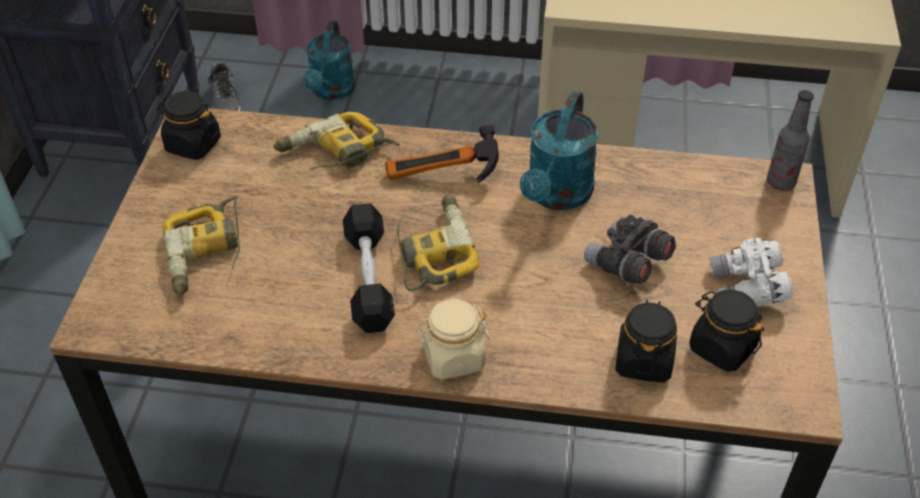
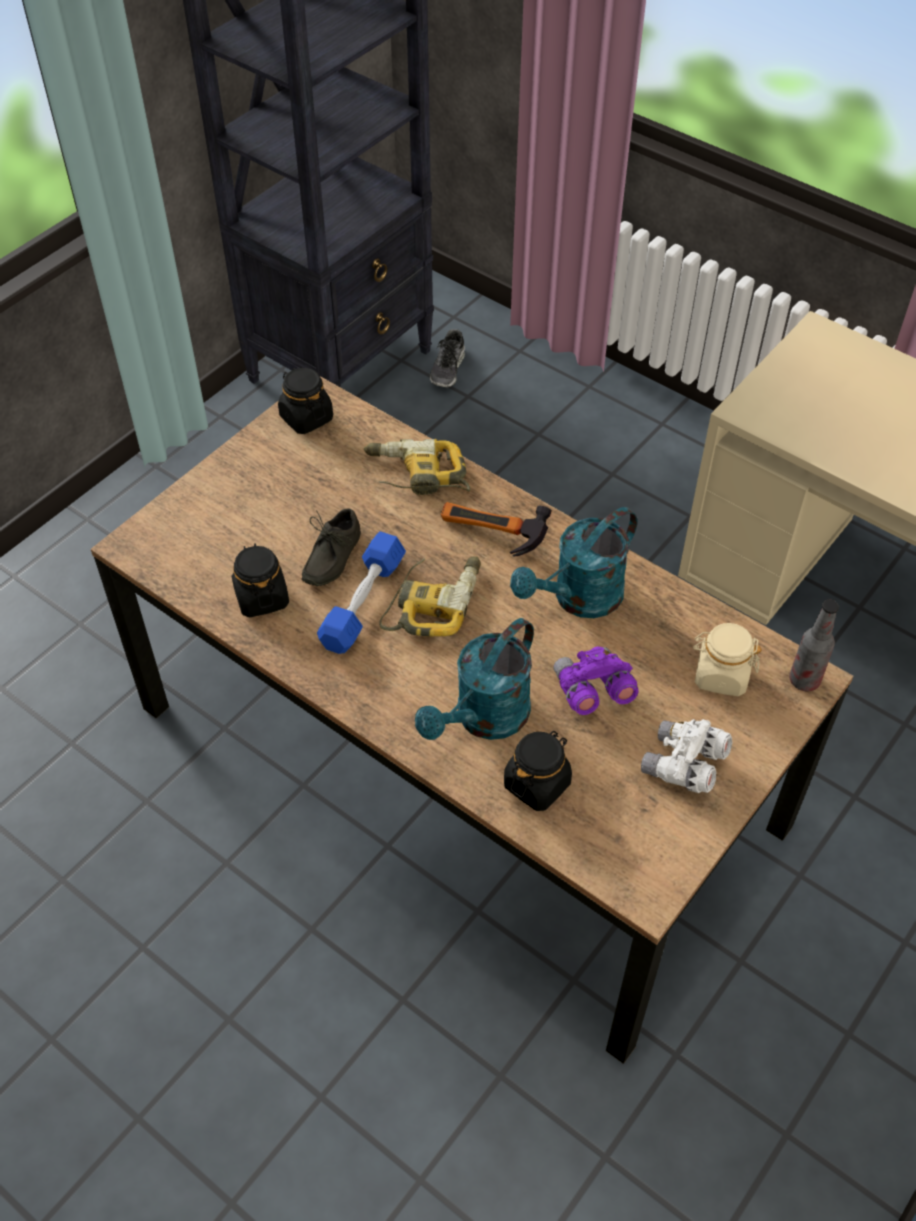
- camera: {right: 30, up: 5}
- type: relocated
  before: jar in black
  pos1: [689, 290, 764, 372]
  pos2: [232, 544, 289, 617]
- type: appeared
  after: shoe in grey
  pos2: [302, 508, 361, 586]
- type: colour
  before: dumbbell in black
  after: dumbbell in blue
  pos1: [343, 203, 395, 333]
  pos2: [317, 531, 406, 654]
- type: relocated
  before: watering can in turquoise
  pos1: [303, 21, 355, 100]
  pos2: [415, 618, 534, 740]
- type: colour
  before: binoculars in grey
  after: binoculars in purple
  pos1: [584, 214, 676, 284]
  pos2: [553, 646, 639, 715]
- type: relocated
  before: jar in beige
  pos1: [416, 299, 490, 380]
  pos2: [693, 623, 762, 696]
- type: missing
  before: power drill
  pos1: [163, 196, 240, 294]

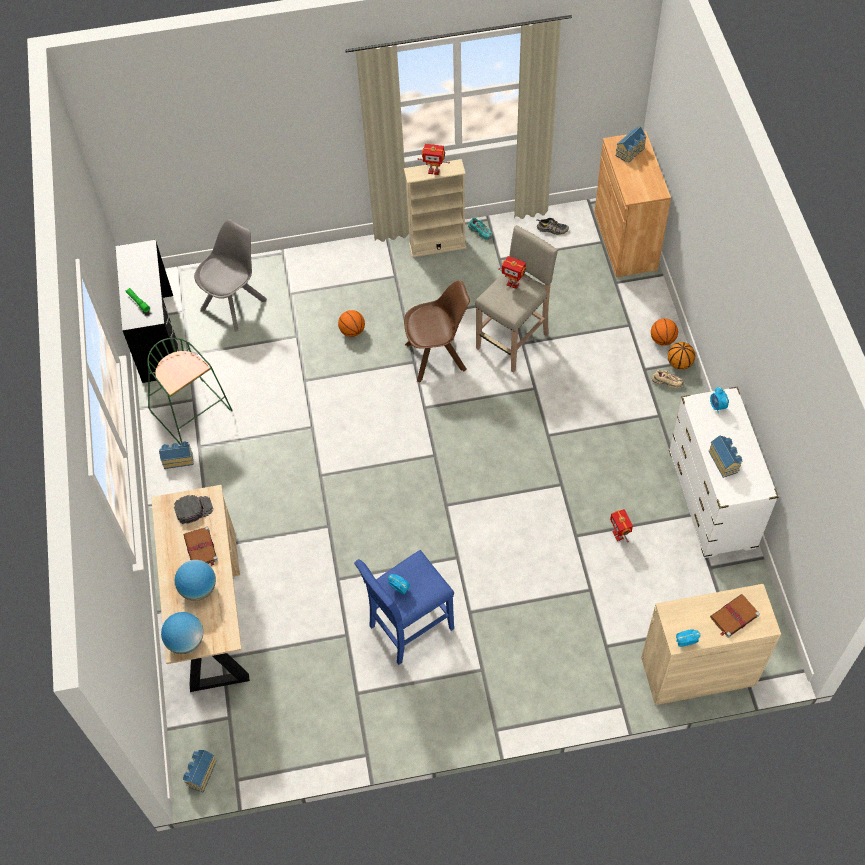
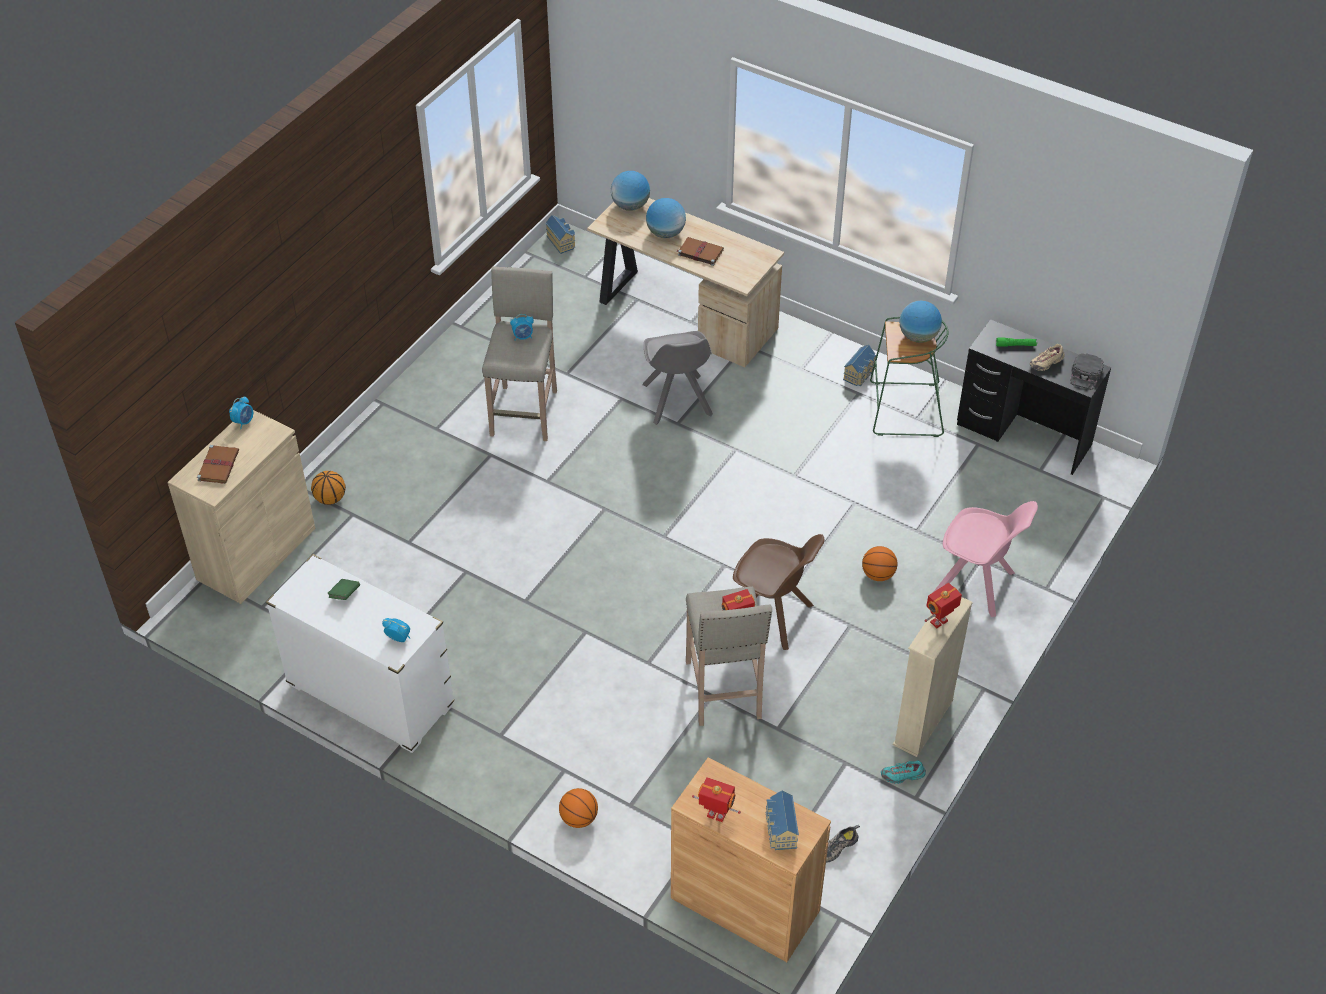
- camera: {right: 130, up: -10}
- type: relocated
  before: basketball
  pos1: [668, 342, 695, 370]
  pos2: [311, 471, 346, 505]
- type: exchanged
  before: toy house
  after: book in green
  pos1: [709, 435, 743, 478]
  pos2: [327, 579, 360, 600]
- type: colour
  before: stool in blue
  after: stool in beige
  pos1: [354, 550, 454, 665]
  pos2: [482, 266, 557, 441]
- type: relocated
  before: chair in grey
  pos1: [194, 219, 267, 332]
  pos2: [642, 331, 713, 425]
- type: relocated
  before: toy robot
  pos1: [610, 509, 633, 543]
  pos2: [692, 777, 741, 822]
- type: spun
  before: chair in brown
  pos1: [404, 280, 470, 382]
  pos2: [733, 534, 824, 650]
  turn: -90
- type: appeared
  after: globe
  pos2: [899, 301, 942, 343]
- type: appeared
  after: chair in pink
  pos2: [934, 501, 1038, 617]
- type: relocated
  before: shoe in beige
  pos1: [652, 370, 684, 388]
  pos2: [1029, 344, 1065, 371]
- type: relocated
  before: cap in black
  pos1: [174, 495, 213, 524]
  pos2: [1070, 353, 1104, 390]

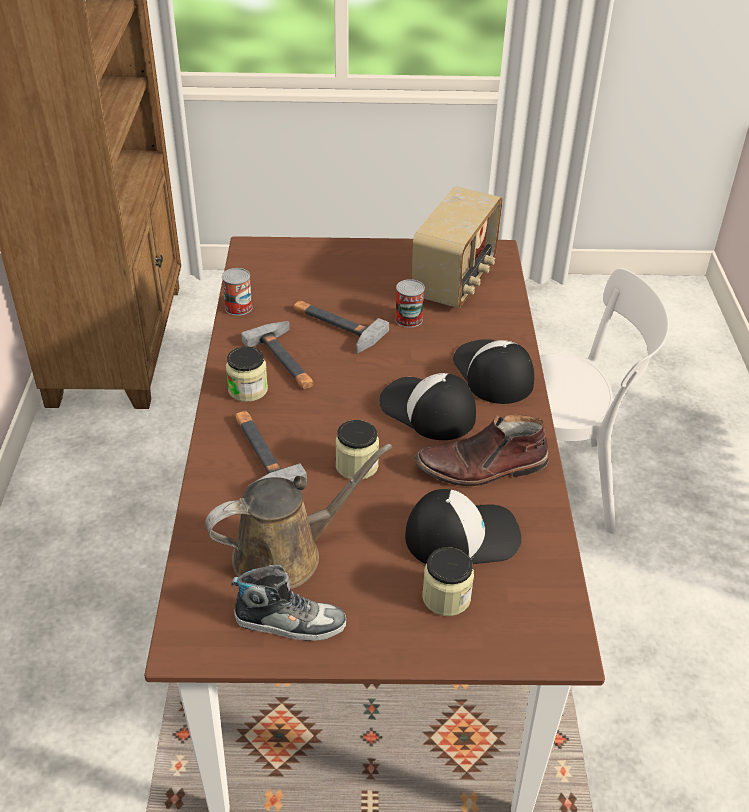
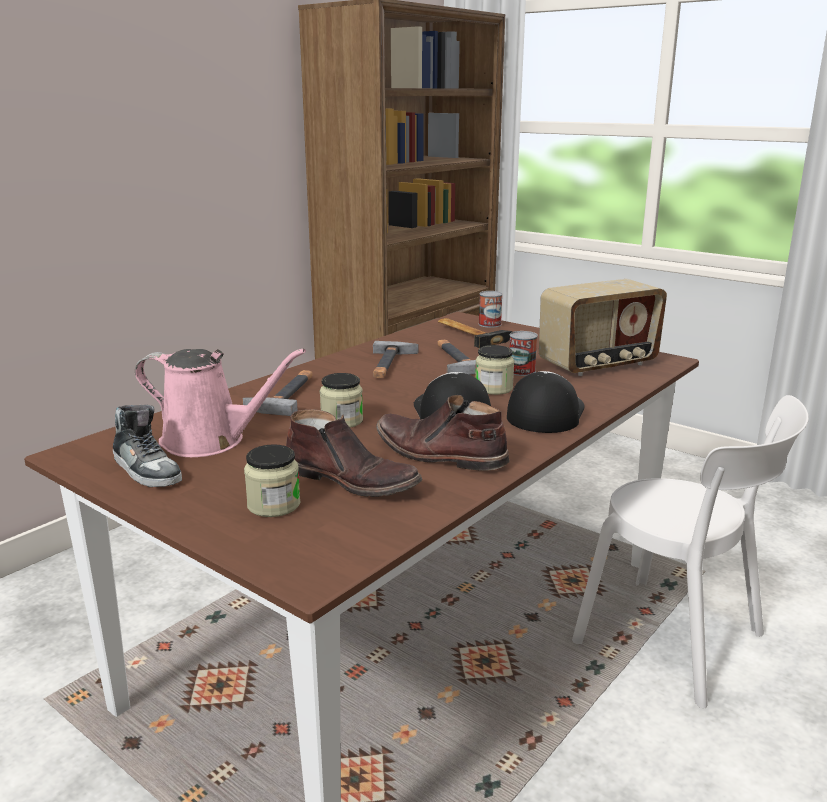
- camera: {right: 40, up: -20}
- type: colour
  before: watering can in brown
  after: watering can in pink
  pos1: [205, 444, 393, 589]
  pos2: [135, 348, 306, 457]
- type: exchanged
  before: cap
  after: boot in brown
  pos1: [405, 489, 521, 564]
  pos2: [286, 409, 422, 497]
- type: appeared
  after: hammer
  pos2: [438, 318, 512, 348]
- type: relocated
  before: jar
  pos1: [226, 346, 268, 402]
  pos2: [475, 345, 514, 395]
- type: relocated
  before: can
  pos1: [222, 268, 253, 316]
  pos2: [479, 291, 503, 328]

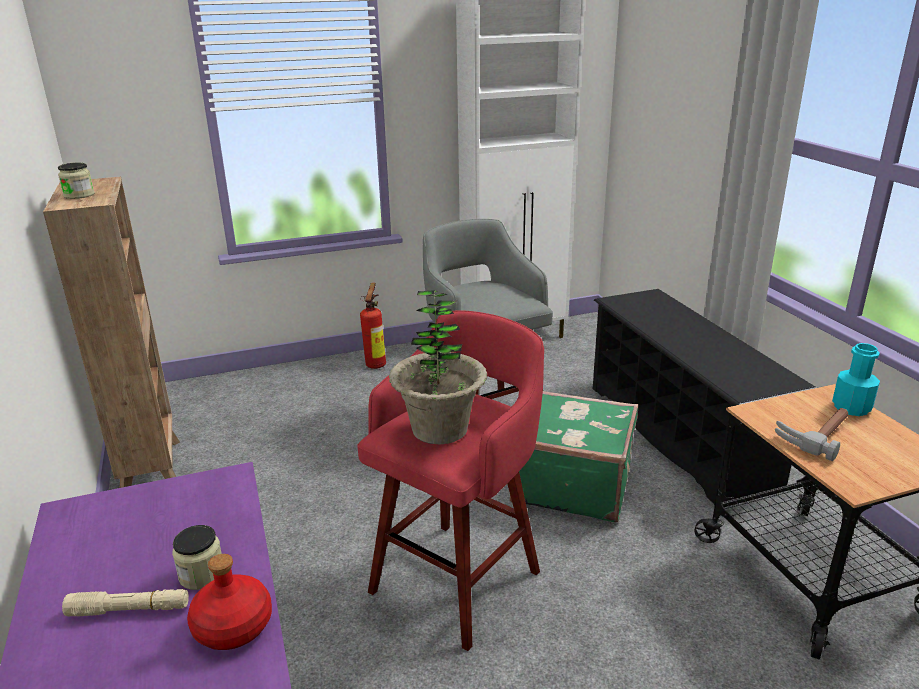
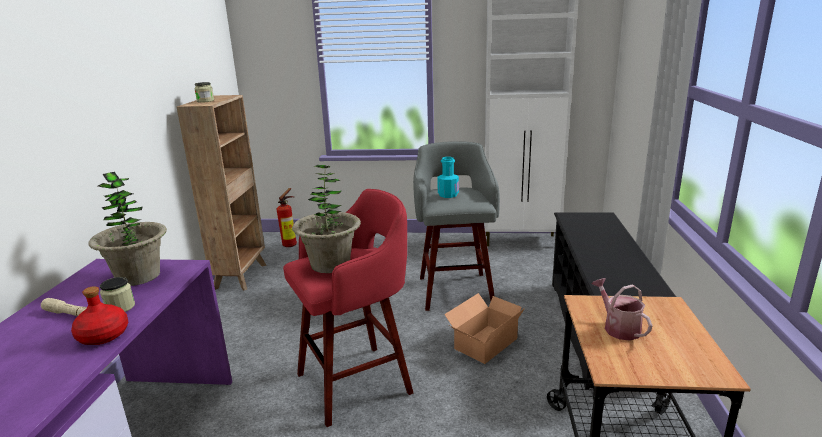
- camera: {right: 25, up: -5}
- type: appeared
  after: potted plant
  pos2: [88, 172, 167, 286]
- type: relocated
  before: fire extinguisher
  pos1: [360, 283, 386, 369]
  pos2: [276, 188, 297, 247]
- type: relocated
  before: bottle in turquoise
  pos1: [832, 343, 880, 416]
  pos2: [437, 157, 459, 198]
- type: exchanged
  before: suitcase in green
  after: cardboard box
  pos1: [510, 391, 638, 522]
  pos2: [444, 293, 525, 364]
- type: exchanged
  before: hammer
  after: watering can
  pos1: [775, 408, 848, 461]
  pos2: [592, 278, 653, 341]

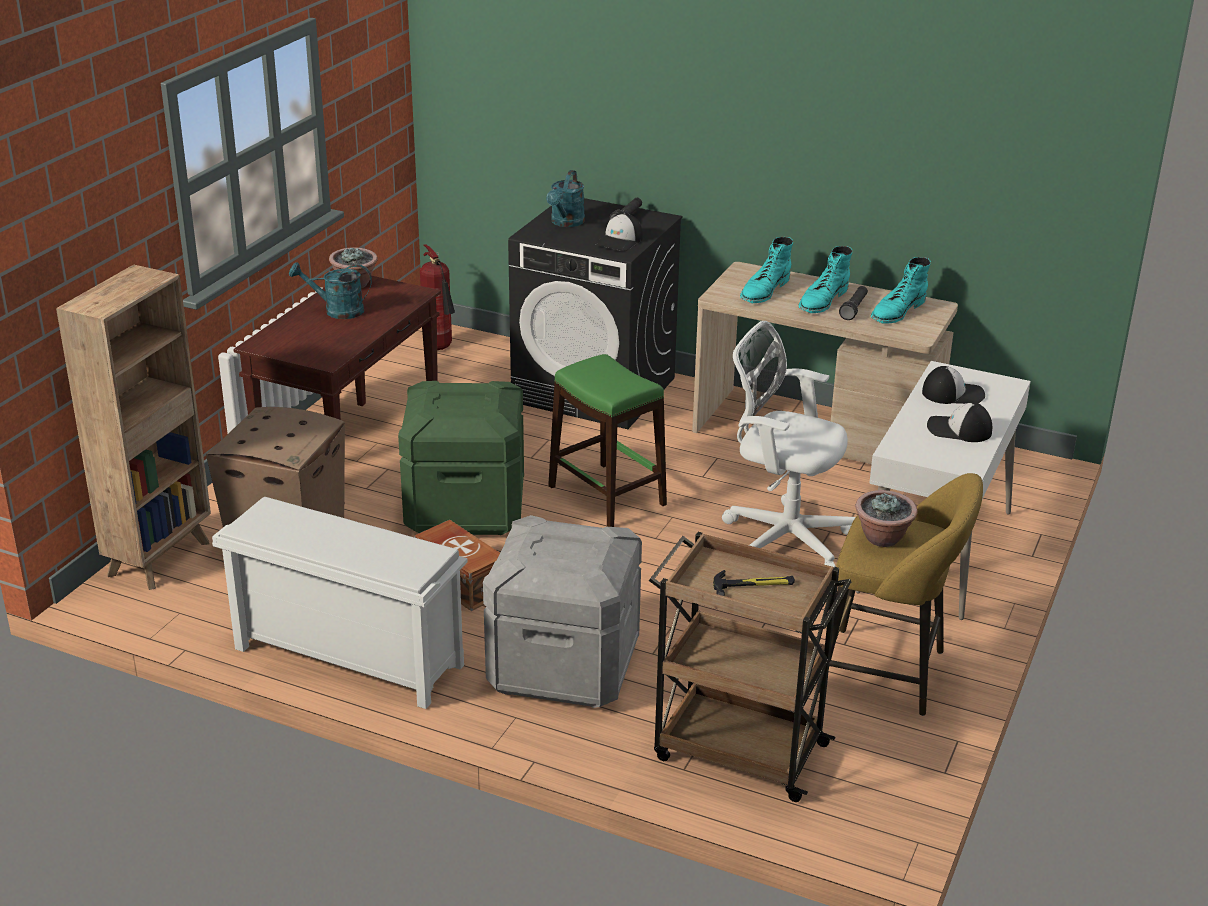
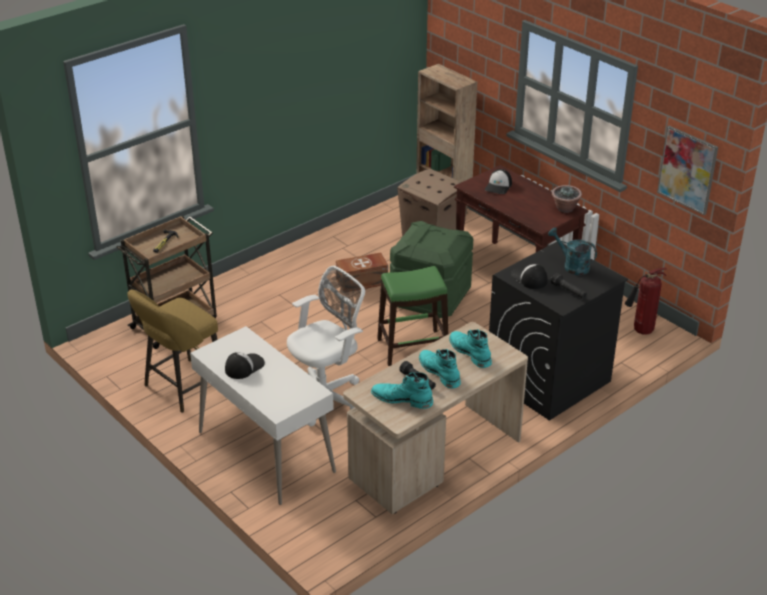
- camera: {right: 115, up: 5}
- type: spun
  before: boot in turquoise
  pos1: [871, 257, 931, 324]
  pos2: [371, 372, 433, 409]
  turn: -45
- type: relocated
  before: cap
  pos1: [922, 366, 985, 404]
  pos2: [485, 169, 512, 194]
- type: appeared
  after: picture
  pos2: [657, 126, 718, 215]
- type: missing
  before: shoe rack in white
  pos1: [212, 497, 468, 709]
- type: missing
  before: watering can in turquoise
  pos1: [289, 262, 372, 319]
- type: missing
  before: storage box in grey
  pos1: [483, 515, 642, 708]
- type: missing
  before: potted plant
  pos1: [855, 490, 917, 547]

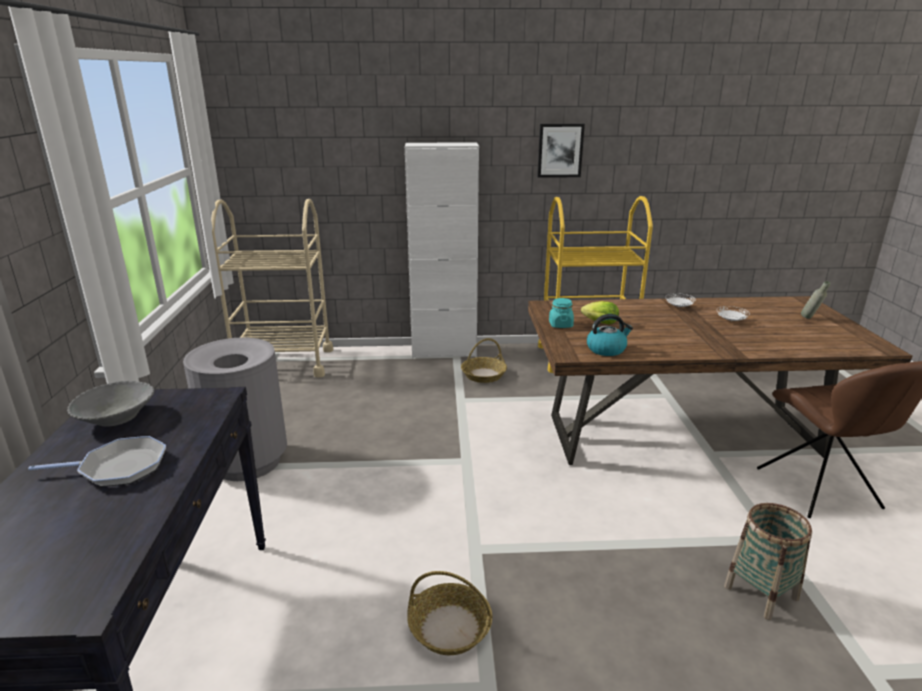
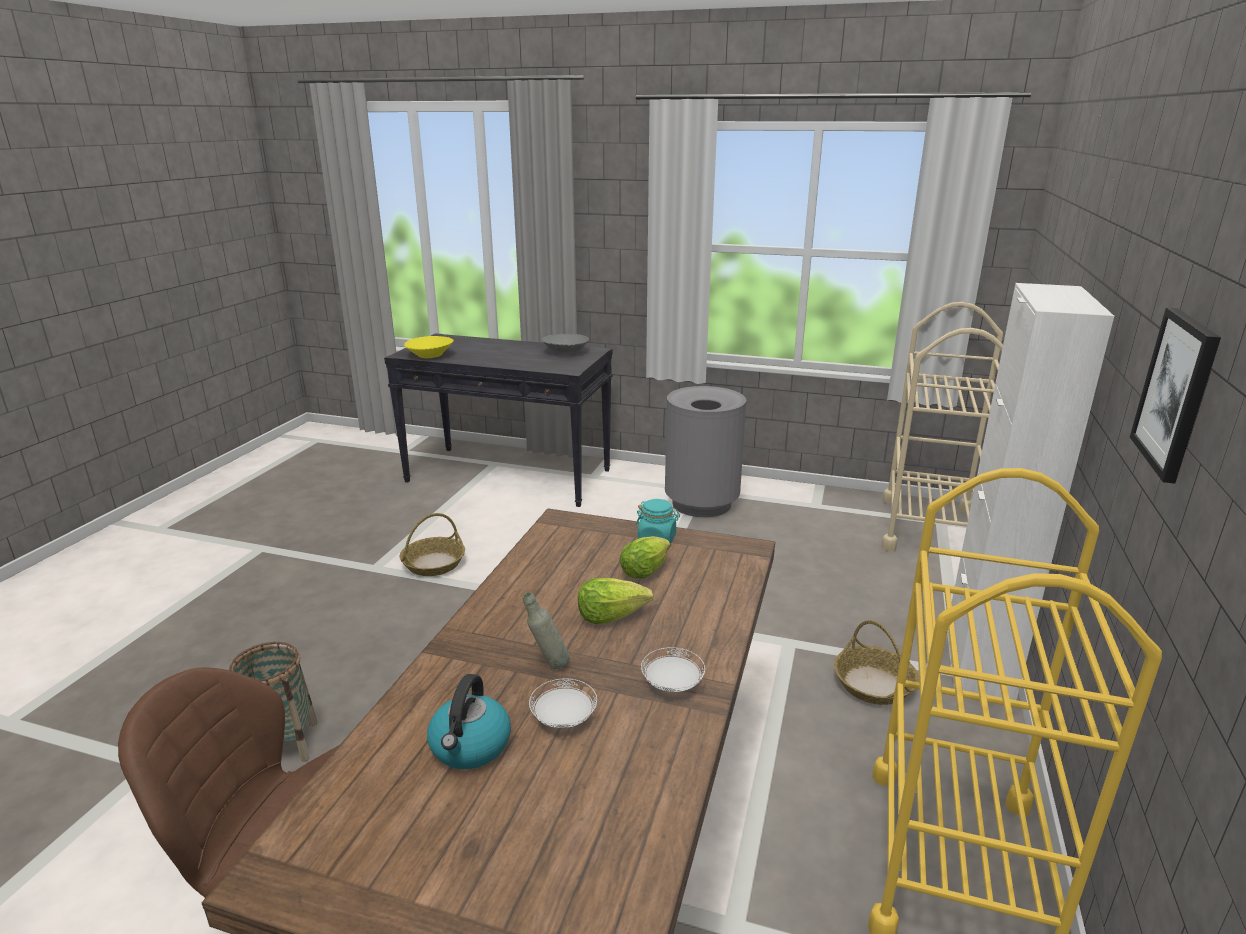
- camera: {right: 110, up: 0}
- type: appeared
  after: bowl in yellow
  pos2: [404, 336, 454, 358]
- type: relocated
  before: kettle
  pos1: [587, 314, 633, 356]
  pos2: [427, 674, 511, 769]
- type: relocated
  before: bottle in grey
  pos1: [801, 281, 830, 319]
  pos2: [522, 592, 570, 669]
- type: appeared
  after: lettuce
  pos2: [578, 578, 654, 624]
- type: missing
  before: frying pan
  pos1: [28, 436, 166, 487]

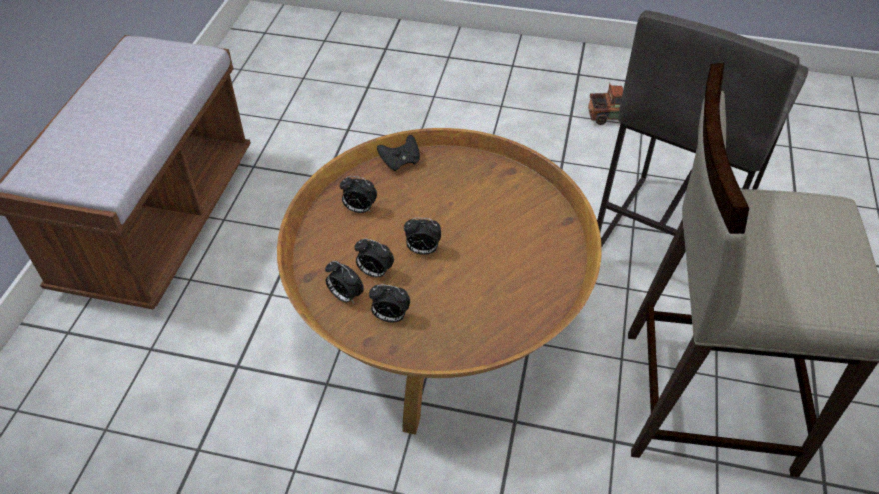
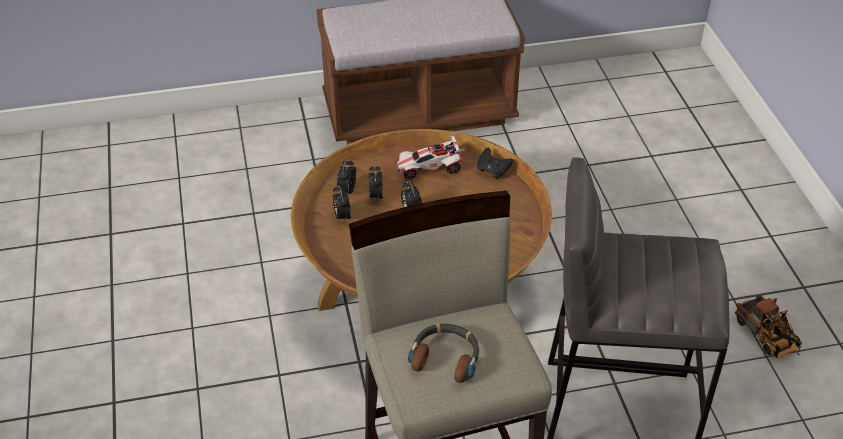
- camera: {right: 65, up: -5}
- type: exchanged
  before: alarm clock
  after: toy car
  pos1: [340, 176, 377, 213]
  pos2: [395, 133, 466, 179]
- type: appeared
  after: headphones
  pos2: [408, 323, 479, 383]

